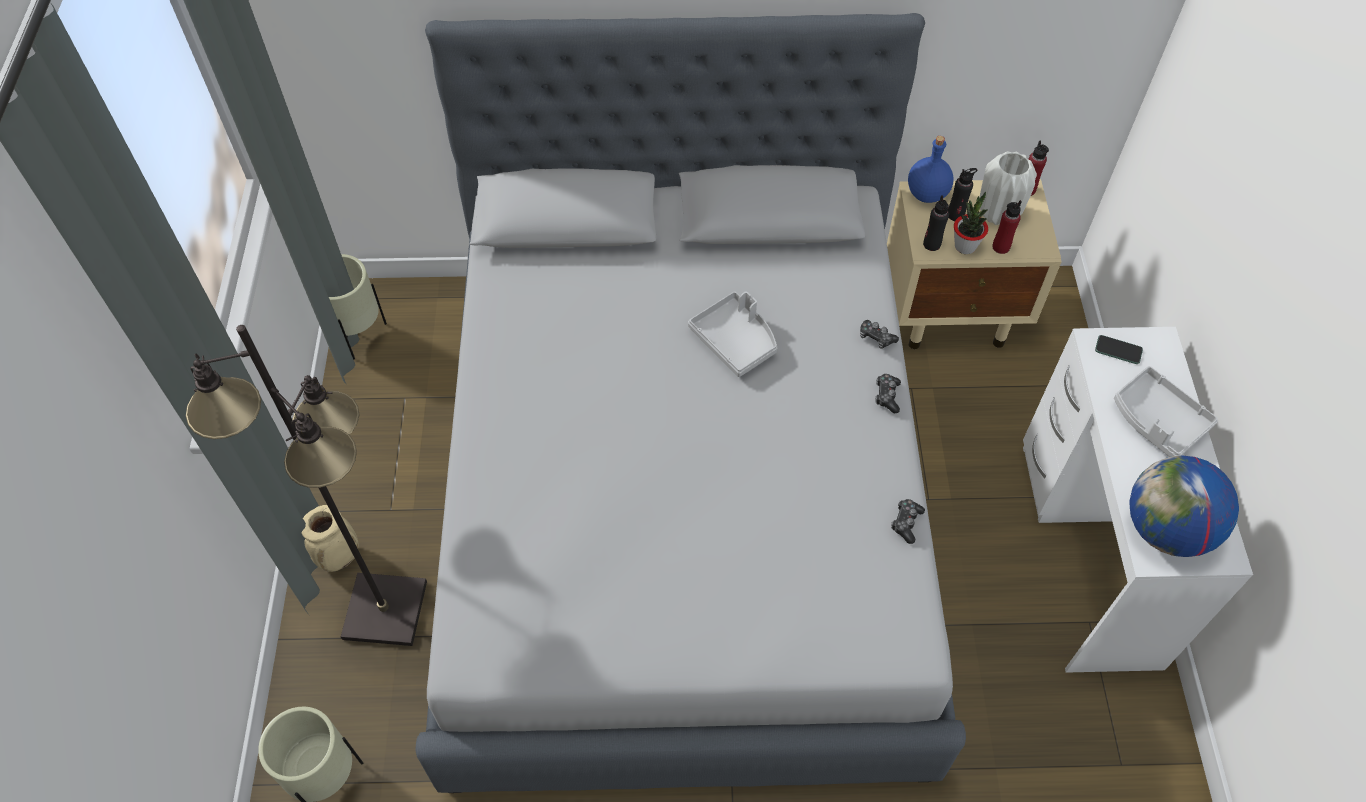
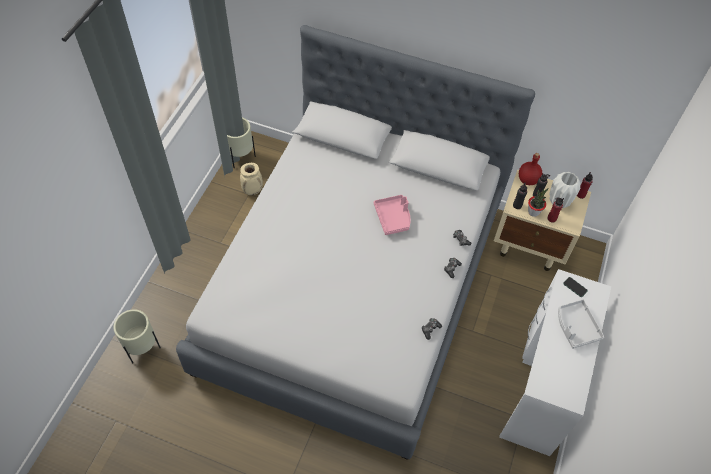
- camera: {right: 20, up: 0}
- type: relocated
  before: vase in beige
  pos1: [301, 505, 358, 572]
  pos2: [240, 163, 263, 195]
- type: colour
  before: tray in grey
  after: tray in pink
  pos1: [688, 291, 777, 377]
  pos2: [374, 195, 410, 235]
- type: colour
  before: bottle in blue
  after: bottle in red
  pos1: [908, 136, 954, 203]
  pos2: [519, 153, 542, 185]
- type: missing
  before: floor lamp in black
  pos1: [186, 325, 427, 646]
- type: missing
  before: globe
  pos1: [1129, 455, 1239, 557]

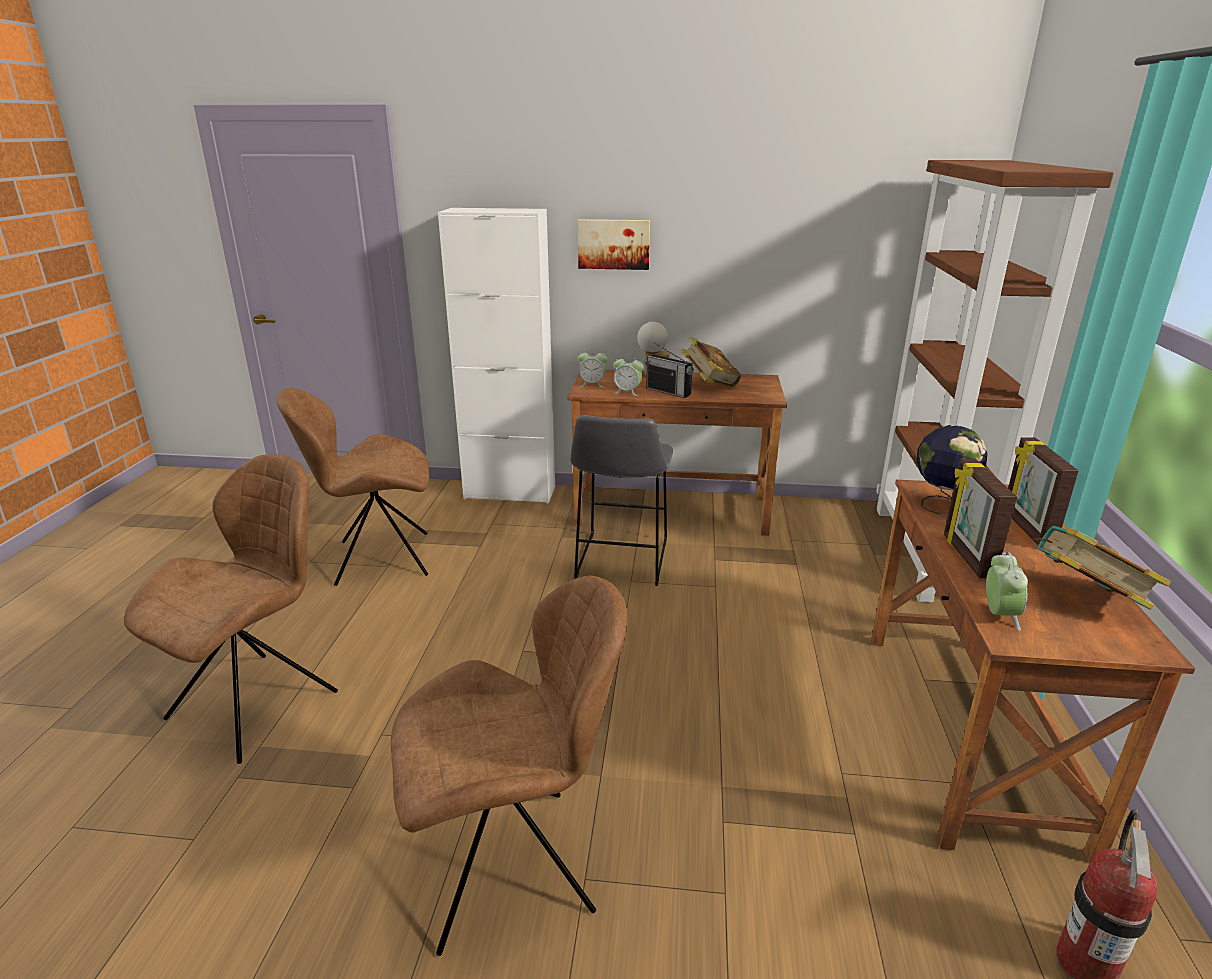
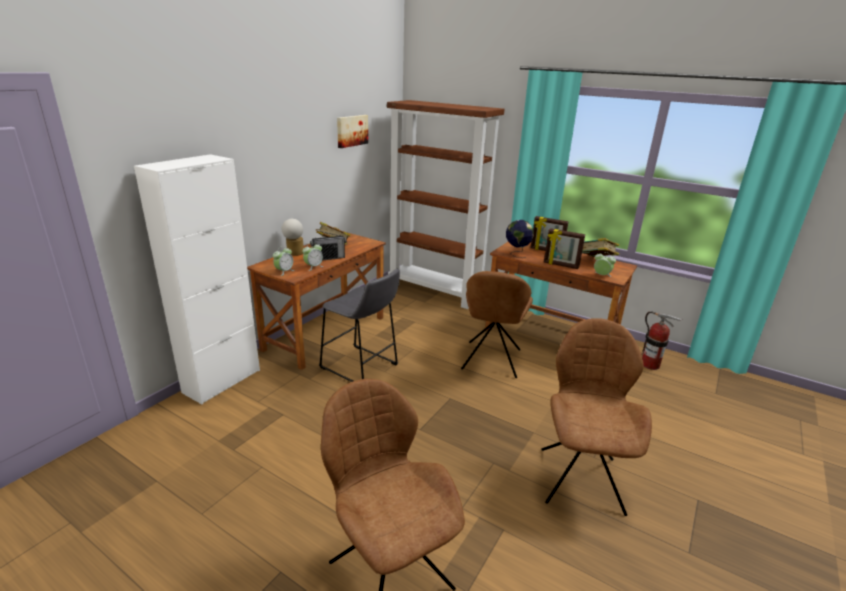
- camera: {right: -65, up: 0}
- type: relocated
  before: picture
  pos1: [578, 219, 650, 270]
  pos2: [337, 115, 368, 148]
- type: relocated
  before: chair in brown
  pos1: [276, 388, 429, 586]
  pos2: [461, 271, 533, 378]

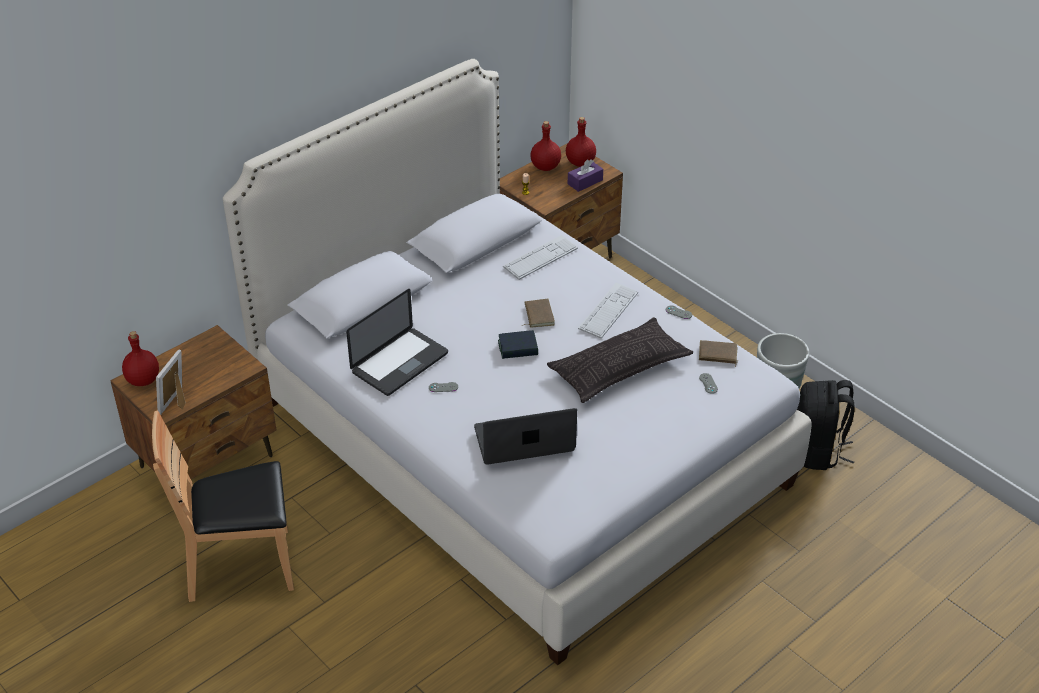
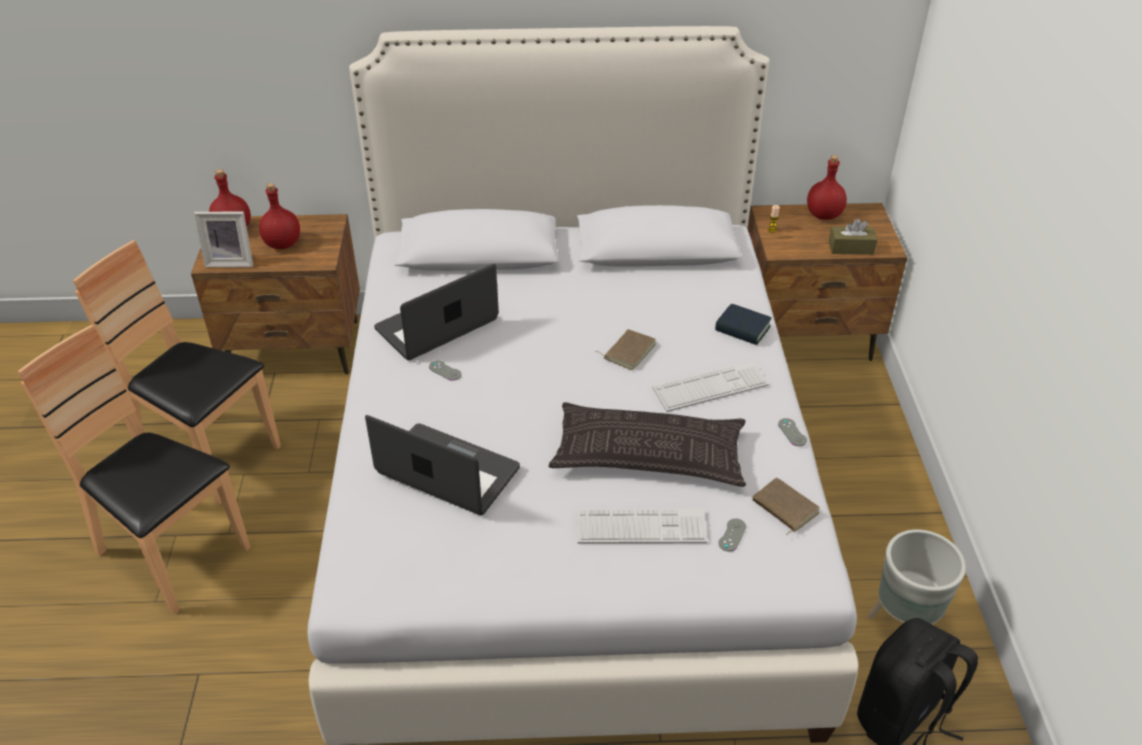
- camera: {right: 40, up: 0}
- type: appeared
  after: chair in brown
  pos2: [17, 325, 251, 615]
- type: spun
  before: picture frame
  pos1: [156, 350, 185, 415]
  pos2: [194, 212, 254, 267]
  turn: -150
- type: relocated
  before: bottle in red
  pos1: [566, 117, 596, 167]
  pos2: [259, 183, 300, 249]
- type: spun
  before: laptop
  pos1: [346, 289, 448, 396]
  pos2: [374, 264, 499, 360]
  turn: 150
- type: relocated
  before: keyboard
  pos1: [503, 235, 578, 280]
  pos2: [577, 509, 707, 544]
- type: relocated
  before: book
  pos1: [498, 330, 538, 359]
  pos2: [715, 304, 772, 345]
- type: colour
  before: tissue box in purple
  after: tissue box in brown
  pos1: [568, 159, 603, 192]
  pos2: [829, 219, 877, 255]

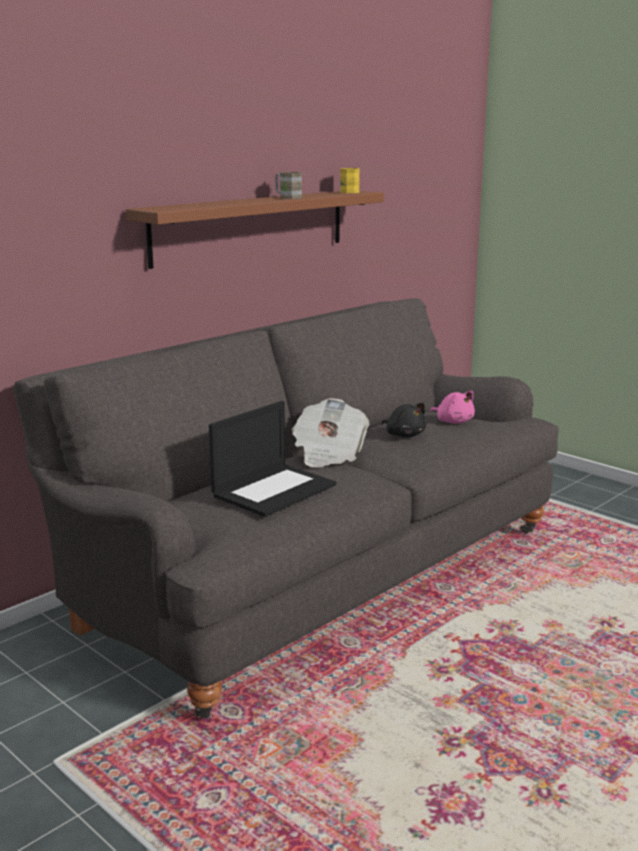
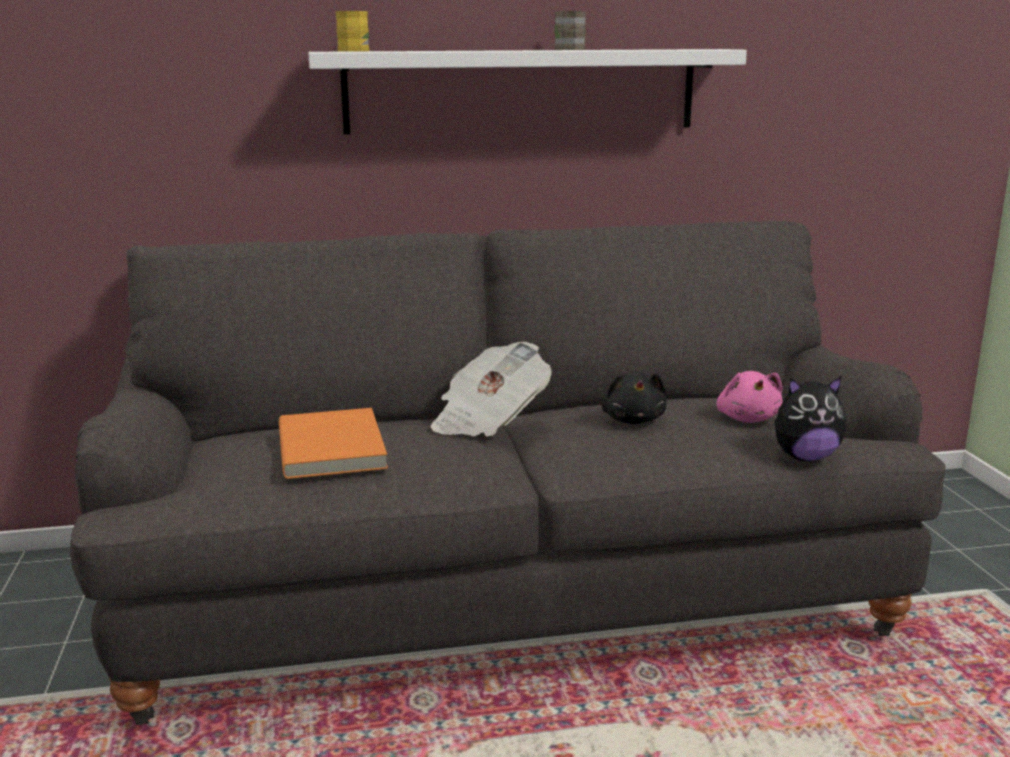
- camera: {right: 35, up: 0}
- type: exchanged
  before: laptop
  after: book in orange
  pos1: [209, 401, 336, 517]
  pos2: [279, 408, 388, 479]
- type: colour
  before: shelf in brown
  after: shelf in white
  pos1: [126, 191, 384, 269]
  pos2: [308, 49, 747, 135]
- type: relocated
  before: mug in yellow
  pos1: [340, 168, 360, 193]
  pos2: [335, 11, 370, 51]
- type: appeared
  after: plush toy
  pos2: [774, 376, 846, 462]

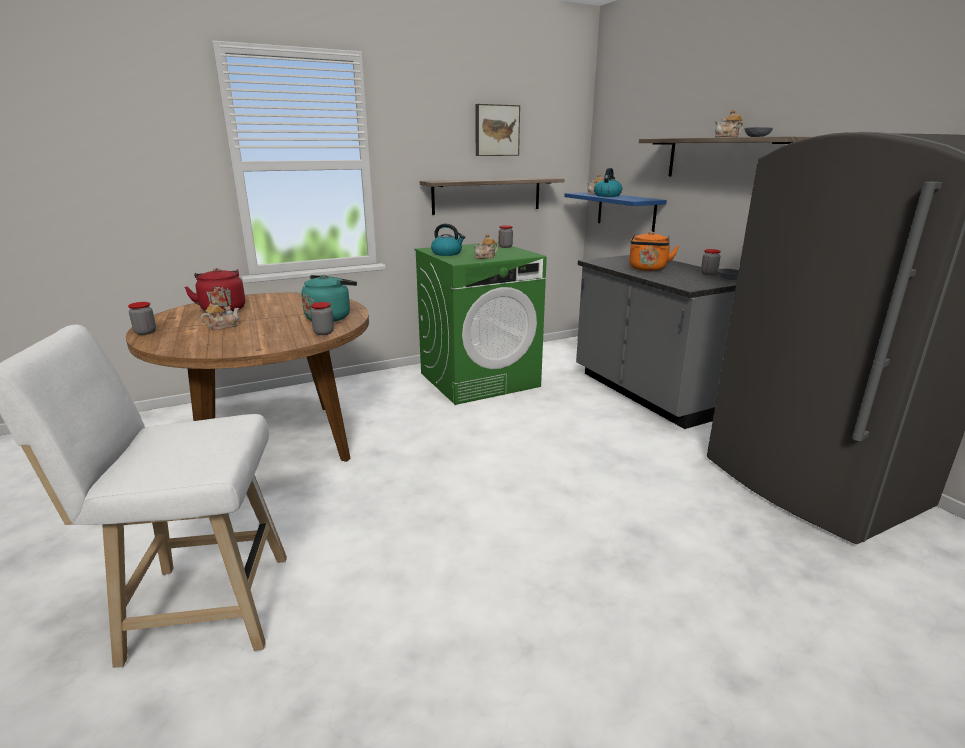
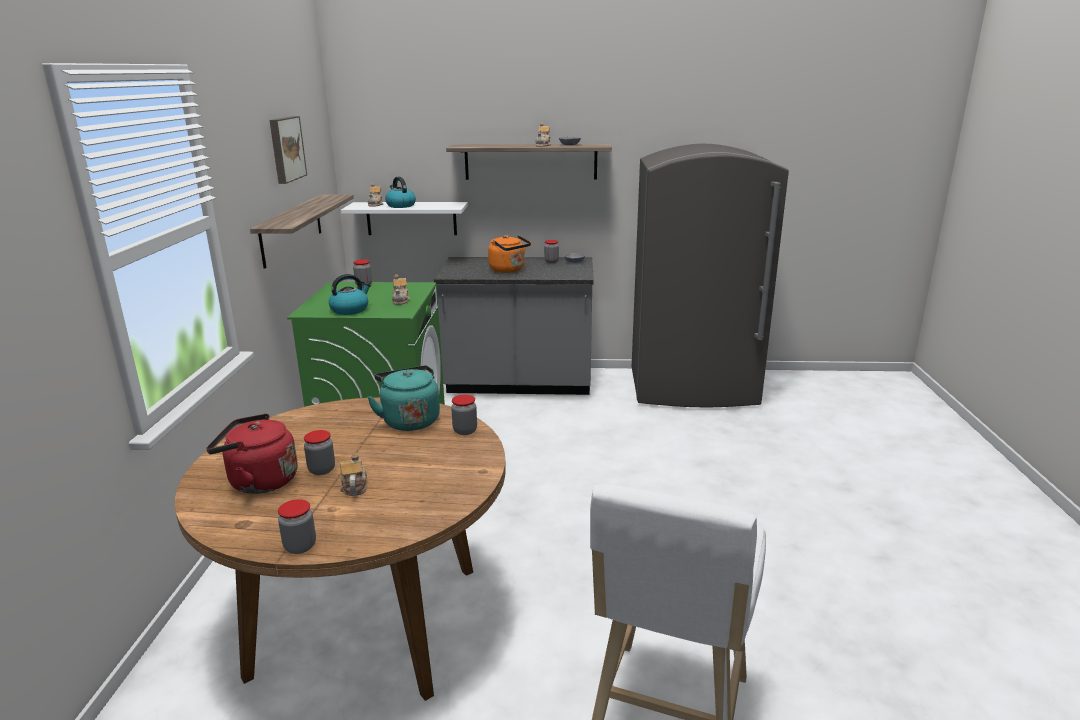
- camera: {right: -60, up: 0}
- type: appeared
  after: jar
  pos2: [304, 430, 335, 475]
- type: colour
  before: shelf in blue
  after: shelf in white
  pos1: [564, 192, 667, 232]
  pos2: [341, 202, 468, 235]

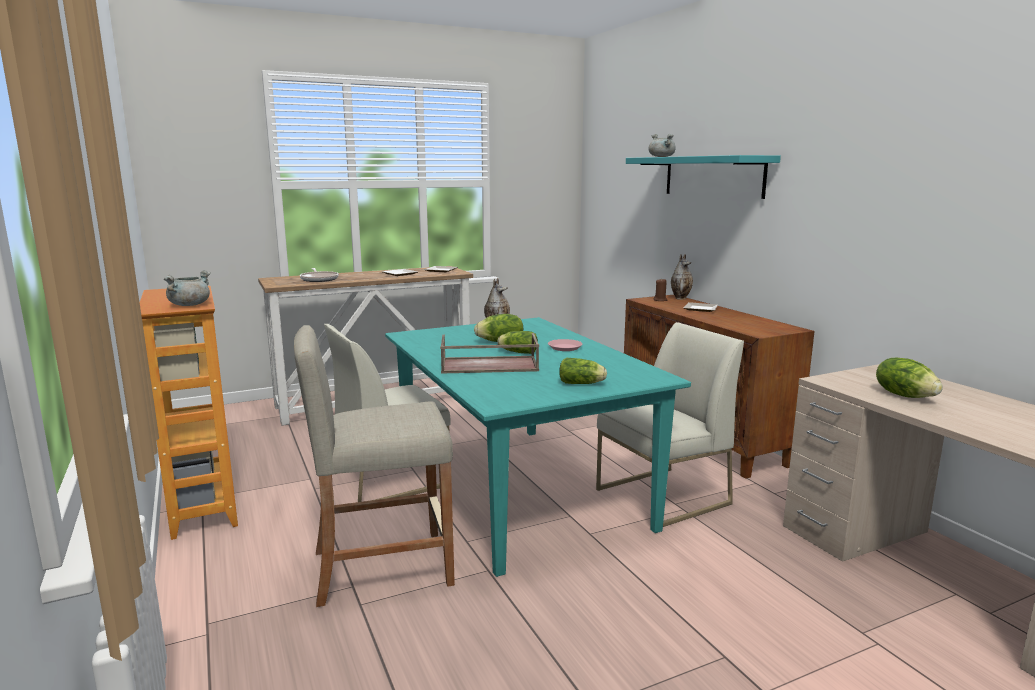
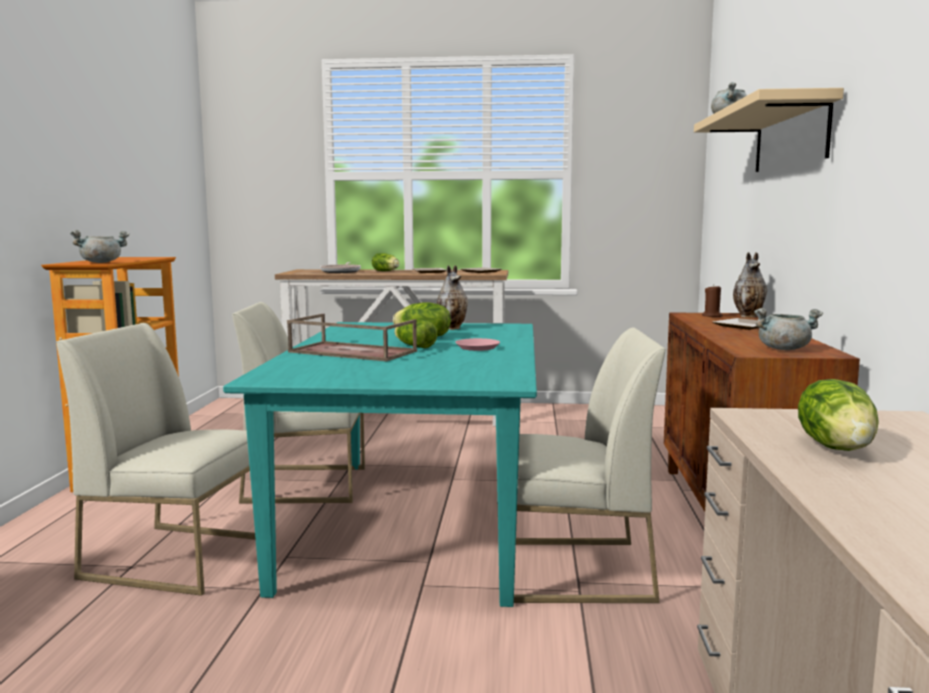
- camera: {right: 30, up: -5}
- type: exchanged
  before: stool in beige
  after: chair in white
  pos1: [294, 325, 455, 607]
  pos2: [56, 323, 256, 596]
- type: relocated
  before: lettuce
  pos1: [559, 358, 607, 384]
  pos2: [372, 253, 399, 271]
- type: colour
  before: shelf in turquoise
  after: shelf in beige
  pos1: [626, 155, 781, 199]
  pos2: [694, 88, 844, 172]
- type: appeared
  after: cooking pot in grey
  pos2: [754, 308, 823, 350]

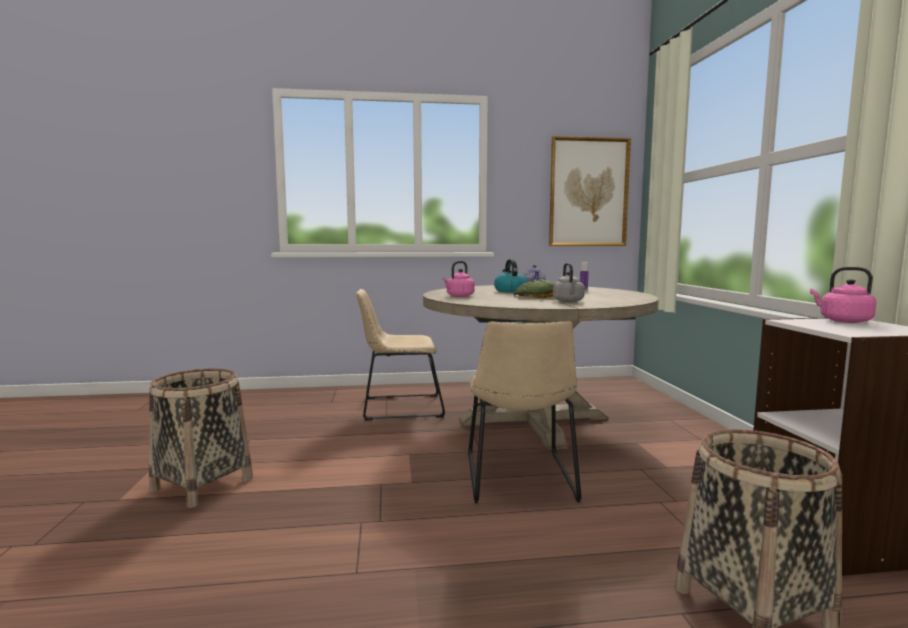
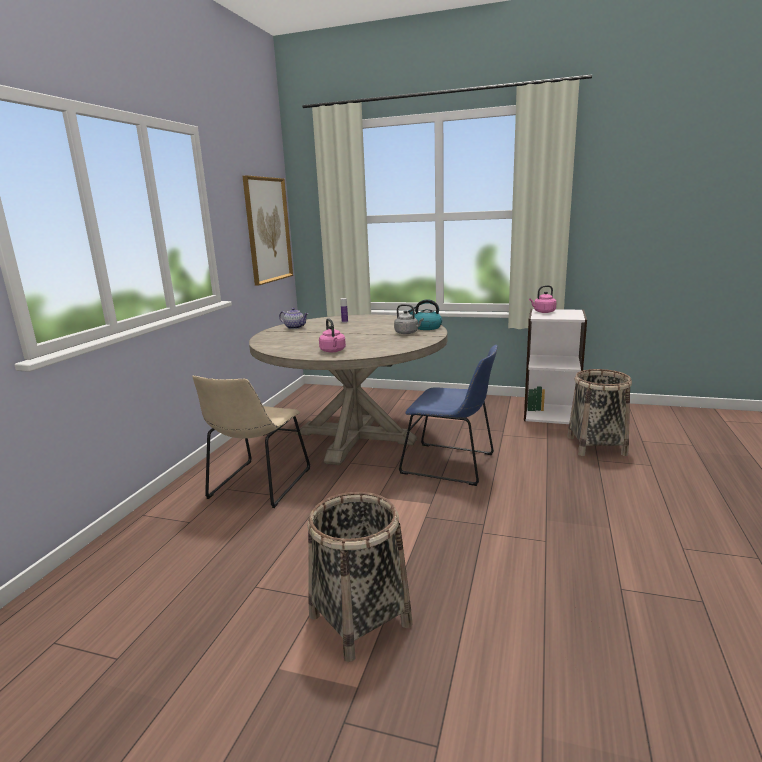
- camera: {right: -65, up: 10}
- type: colour
  before: chair in beige
  after: chair in blue
  pos1: [468, 321, 582, 503]
  pos2: [399, 345, 498, 486]
- type: relocated
  before: kettle
  pos1: [494, 259, 528, 292]
  pos2: [408, 299, 442, 330]
- type: missing
  before: bread
  pos1: [514, 279, 555, 298]

